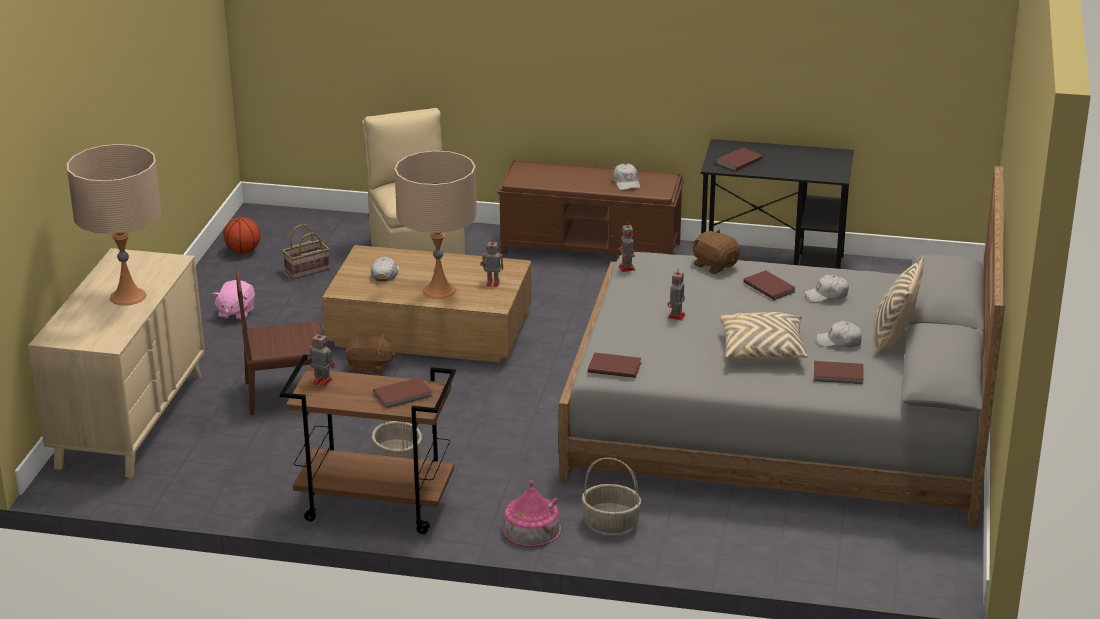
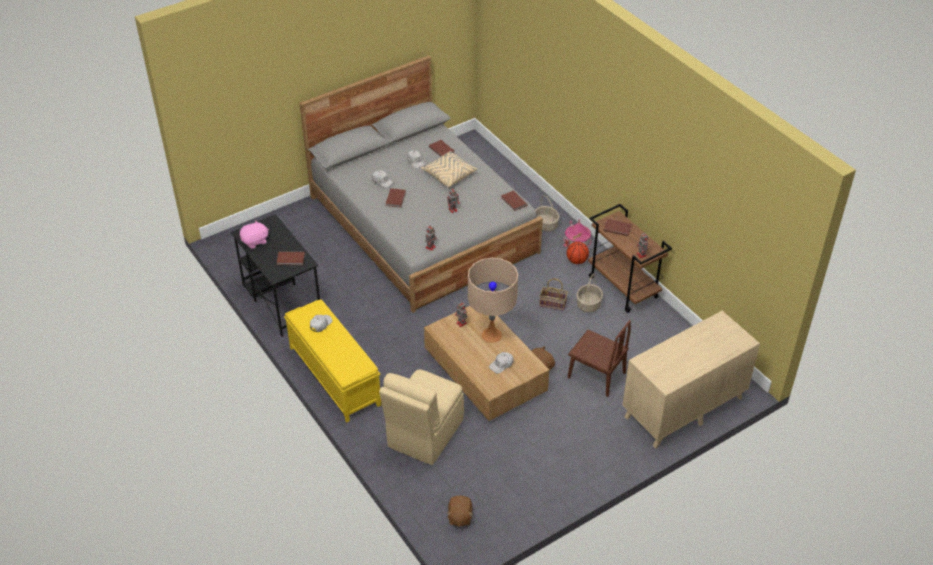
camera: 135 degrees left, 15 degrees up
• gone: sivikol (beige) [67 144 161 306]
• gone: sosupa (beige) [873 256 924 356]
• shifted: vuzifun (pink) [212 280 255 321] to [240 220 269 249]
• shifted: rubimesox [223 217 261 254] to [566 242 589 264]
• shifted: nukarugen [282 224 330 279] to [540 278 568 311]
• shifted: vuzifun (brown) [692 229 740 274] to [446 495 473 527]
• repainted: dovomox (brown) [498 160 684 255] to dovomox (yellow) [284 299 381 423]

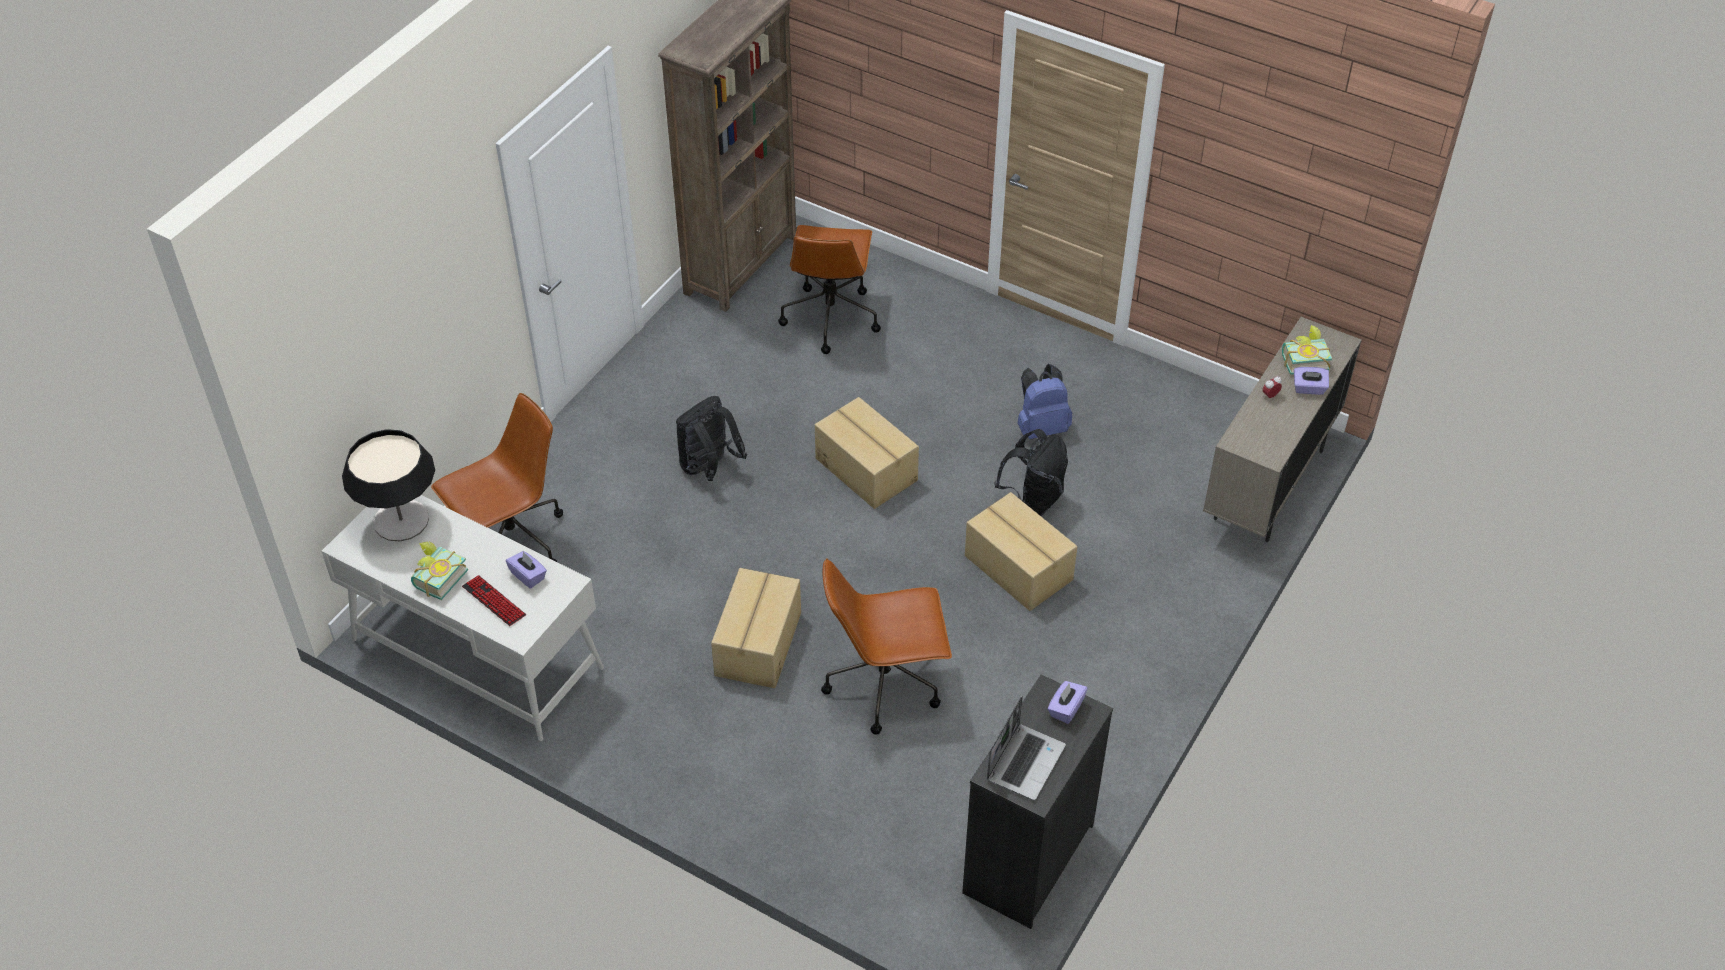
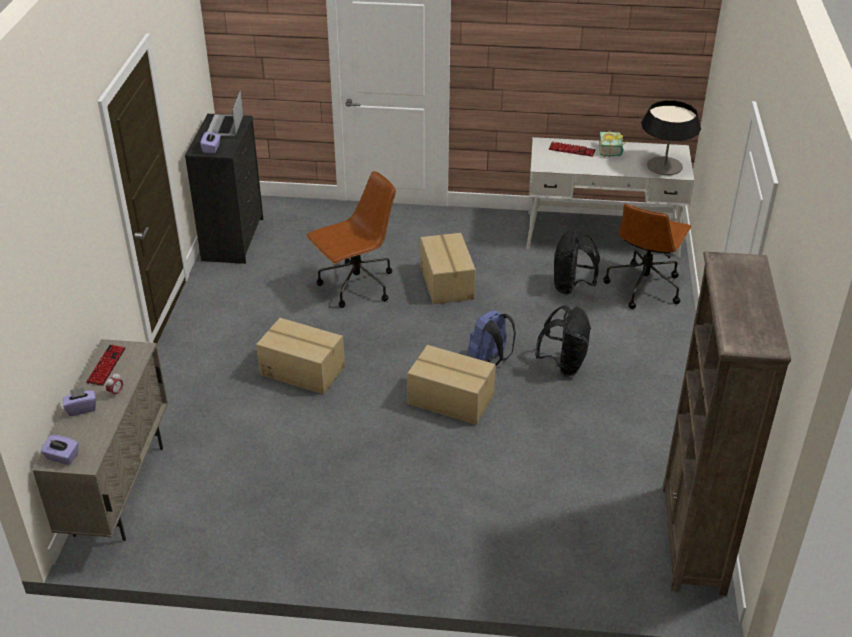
camera: 155 degrees right, 10 degrees down
• gone: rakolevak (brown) [778 225 881 354]
• gone: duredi [1282 325 1332 375]
• new: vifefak [86 345 126 386]
• shifted: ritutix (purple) [506 551 547 589] to [40 435 79 465]
• shifted: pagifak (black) [994 429 1068 516] to [554 230 600 295]
• shifted: pagifak (blue) [1018 364 1072 439] to [468 310 516 366]

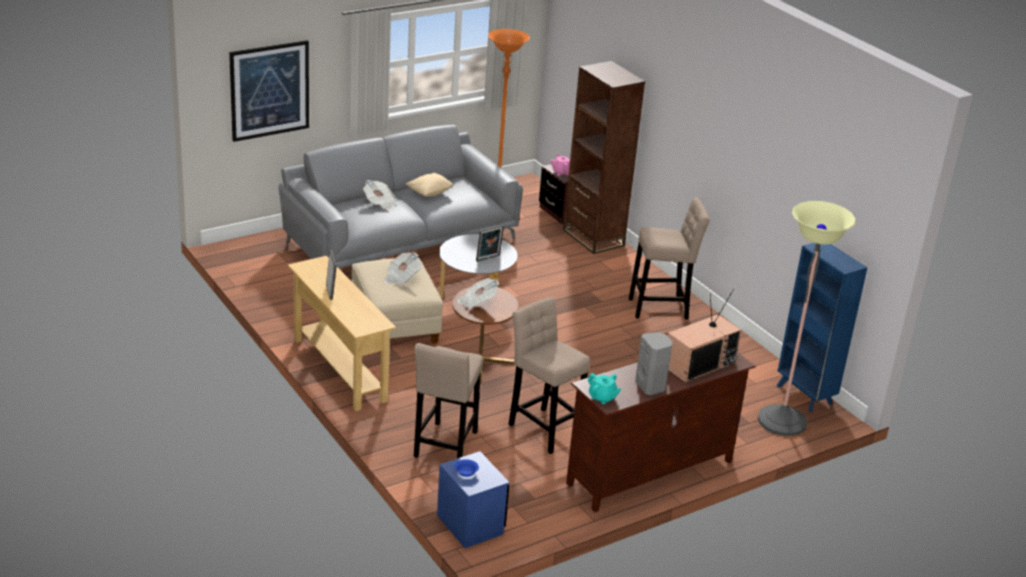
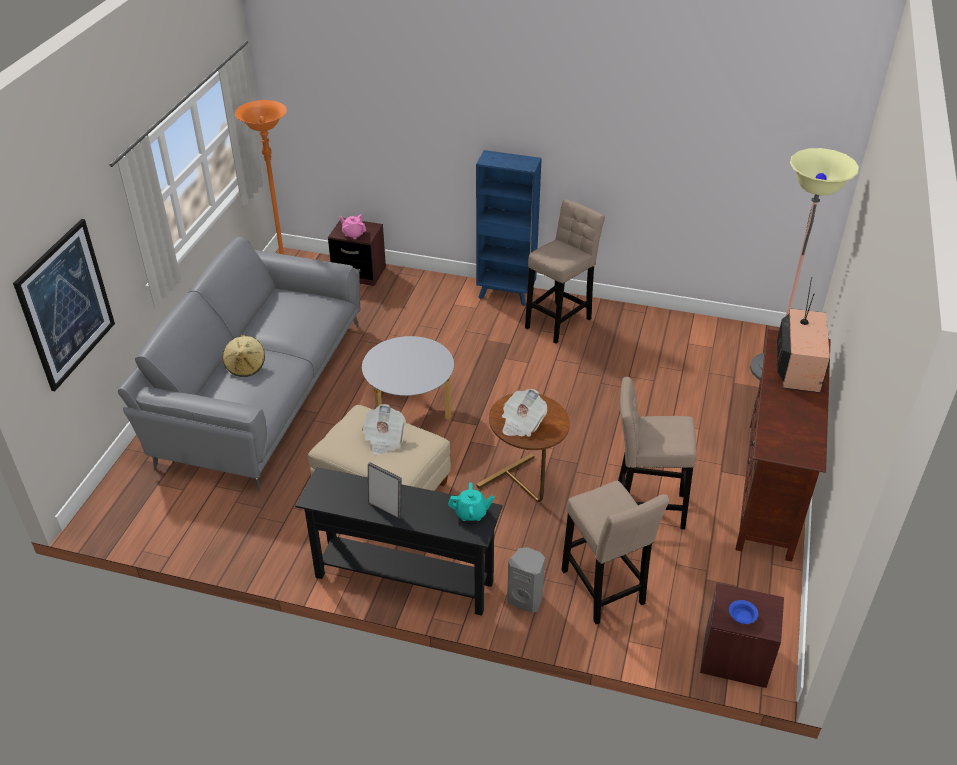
camera: 40 degrees left, 10 degrees up
• gone: sosupa (beige) [405 173 454 197]
• gone: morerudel [476 225 504 262]
• gone: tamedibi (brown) [563 61 645 254]
• shifted: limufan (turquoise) [587 373 622 404] to [448 483 494 521]
• shifted: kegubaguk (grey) [635 332 673 395] to [507 547 545 613]
• shifted: tamedibi (blue) [777 243 868 412] to [476 150 542 306]
• swapped: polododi [363 180 397 210] to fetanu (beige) [222 335 265 377]
• repainted: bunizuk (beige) [288 256 396 411] to bunizuk (black) [295 467 502 616]
• repainted: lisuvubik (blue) [437 451 510 548] to lisuvubik (brown) [700 583 784 688]

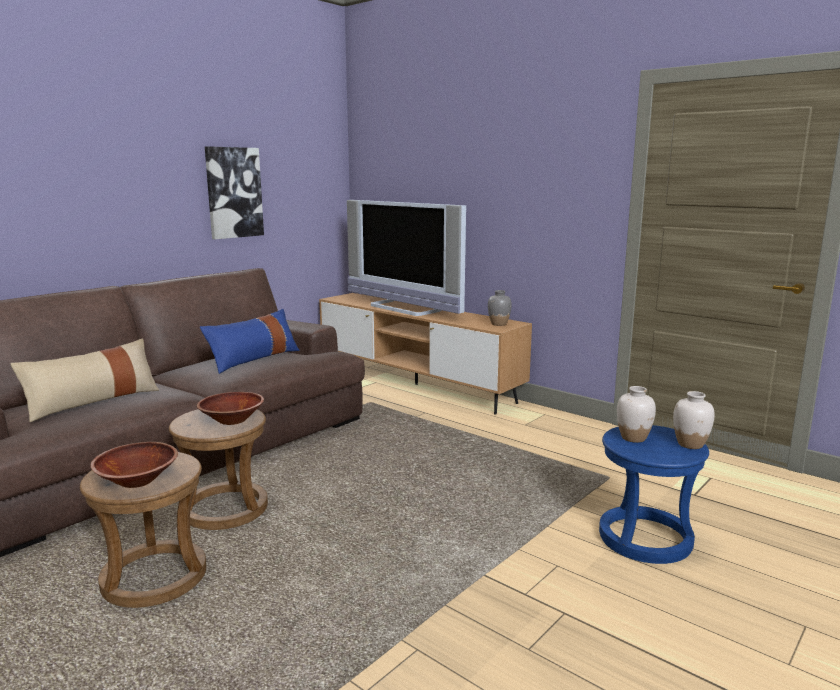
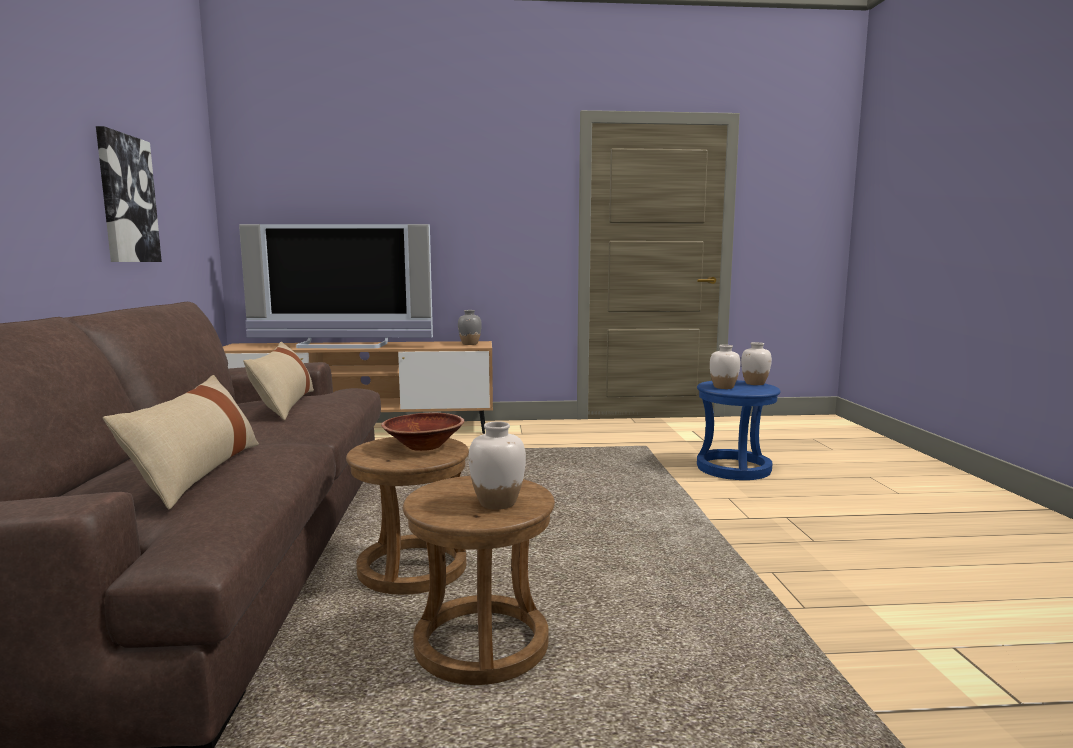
camera: 45 degrees left, 5 degrees down
• swapped: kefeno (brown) [90 442 178 488] to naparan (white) [469 421 526 510]
• repainted: sosupa (blue) [200 309 300 374] to sosupa (beige) [243 342 314 420]

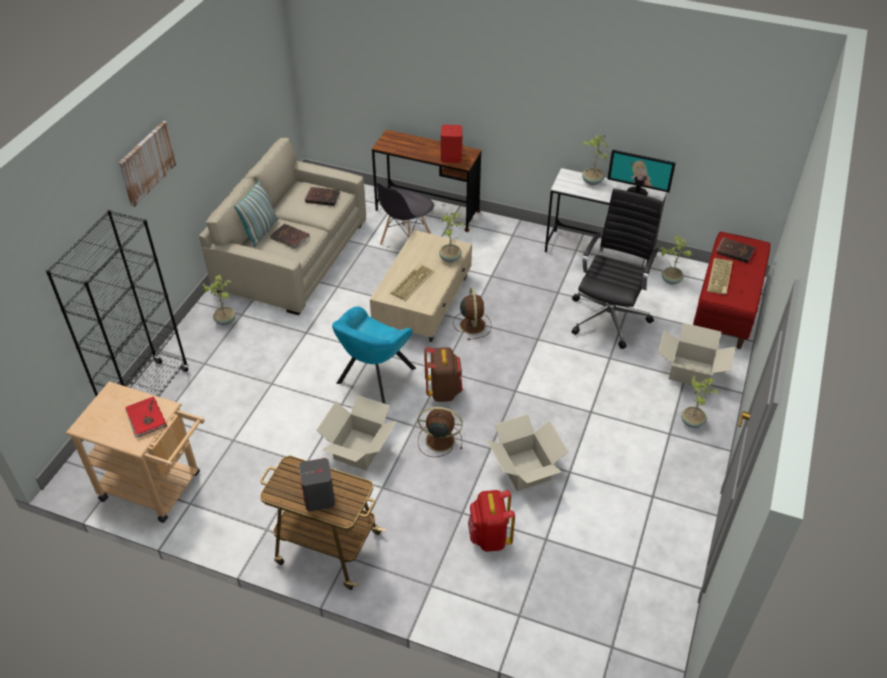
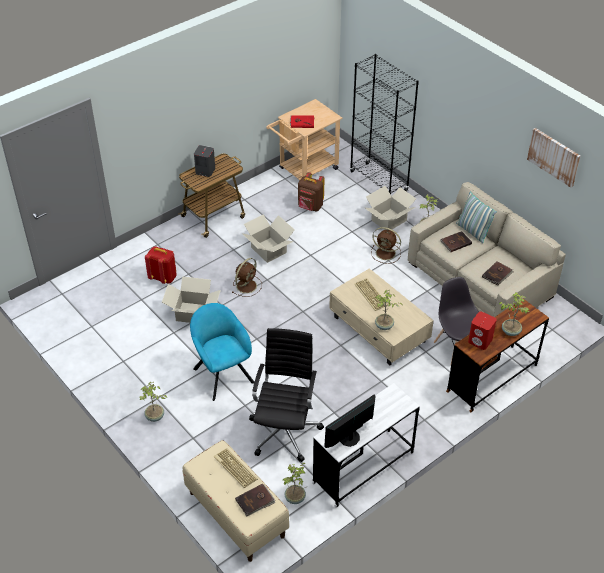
camera: 120 degrees right, 0 degrees up
• shifted: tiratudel [119 121 177 207] to [527 128 580 188]
• shifted: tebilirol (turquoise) [332 307 416 404] to [190 303 254 401]
• shifted: pagifak (brown) [424 347 463 402] to [298 172 325 211]
• shifted: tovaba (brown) [453 287 492 340] to [371 227 401 264]
• shifted: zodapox [582 134 608 185] to [499 292 529 336]
• shifted: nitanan [658 323 735 388] to [365 186 416 230]
• repainted: dovomox (red) [693 232 770 349] to dovomox (beige) [183 440 289 562]
• rotated: rakolevak (black) [572 189 663 349] = [249 328 324 462] 135 degrees counterclockwise

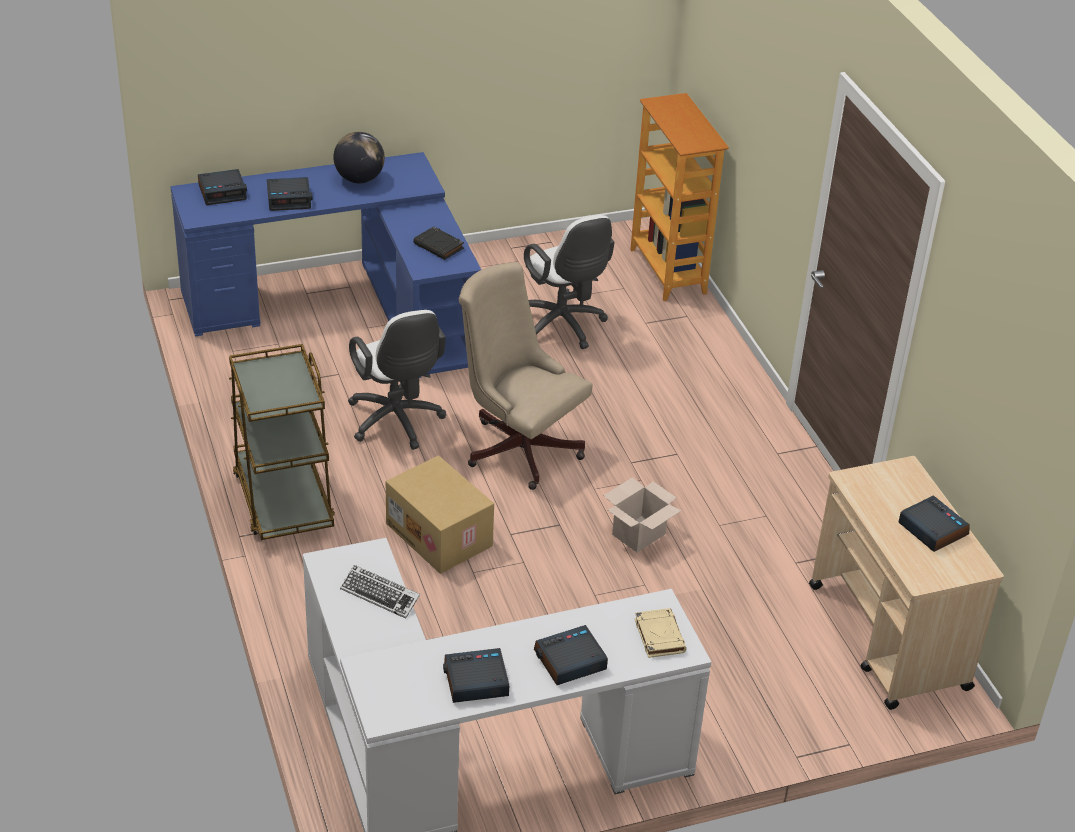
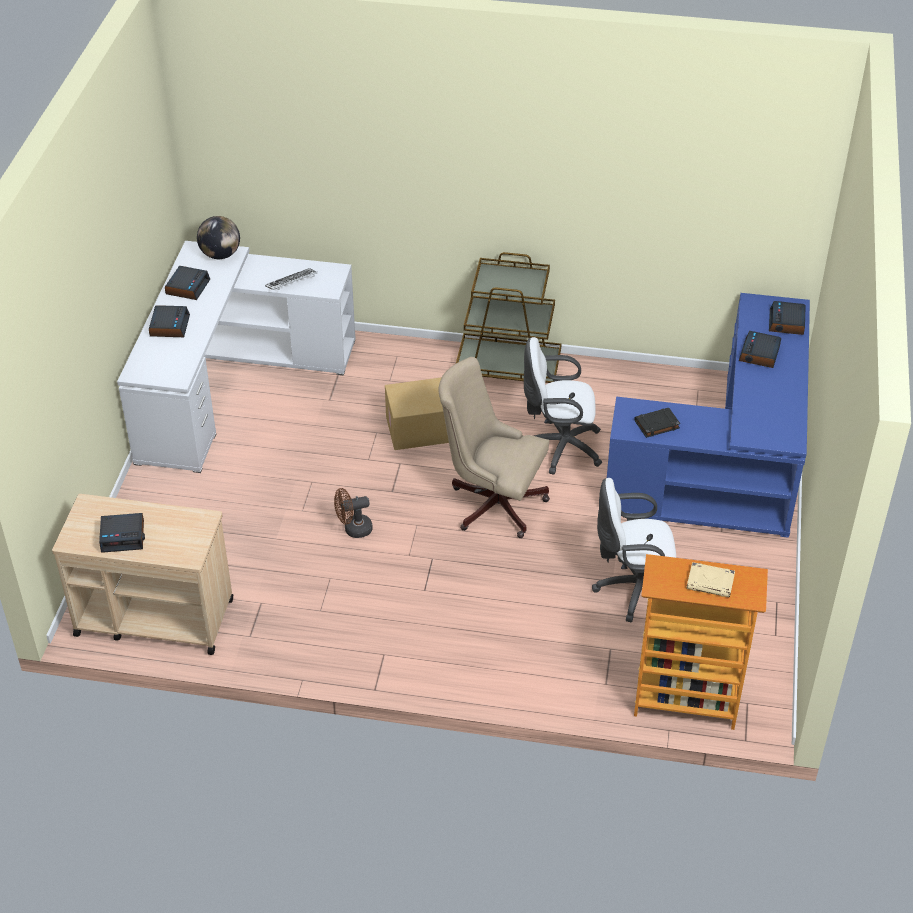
camera: 120 degrees right, 5 degrees up
• shifted: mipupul [333 132 385 183] to [197 216 240 259]
• shifted: duredi (beige) [635 608 687 658] to [686 562 735 598]
• swapped: nitanan [603 477 681 552] to tovaba (brown) [334 488 373 538]
• rotated: rakolevak (beige) [459 262 593 490] = [438 357 550 538] 135 degrees counterclockwise

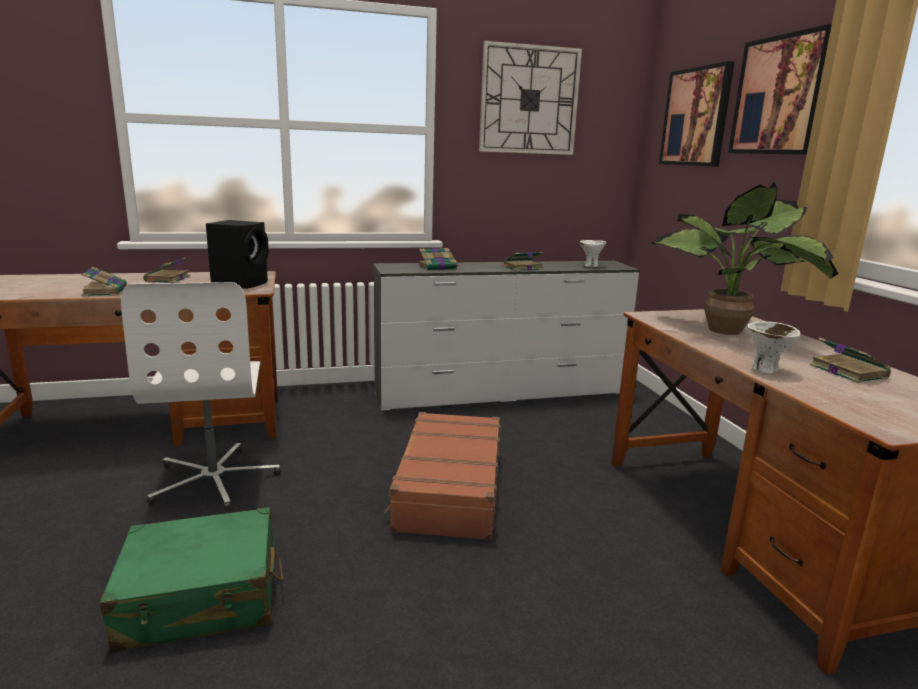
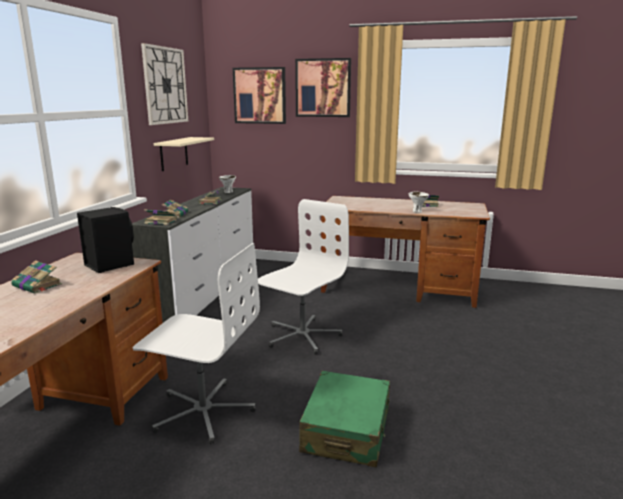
camera: 60 degrees left, 0 degrees up
• gone: zodapox [650 182 838 335]
• new: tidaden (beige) [154 137 214 171]
• shifted: duredi [81 267 127 296] to [144 209 177 225]
• swapped: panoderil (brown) [384 412 501 540] to rakolevak (white) [258 199 349 354]

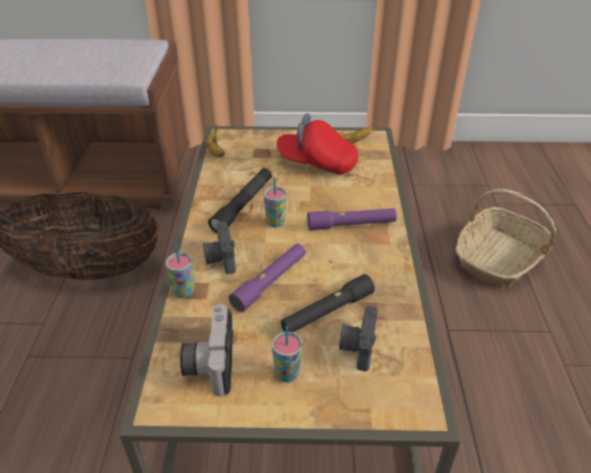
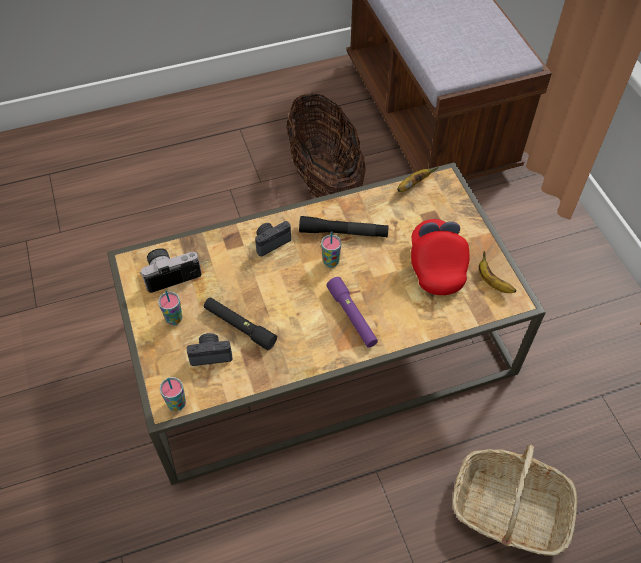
camera: 70 degrees right, 15 degrees up
• gone: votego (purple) [229 244 306 312]
• shifted: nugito [165 244 195 298] to [160 377 186 411]

